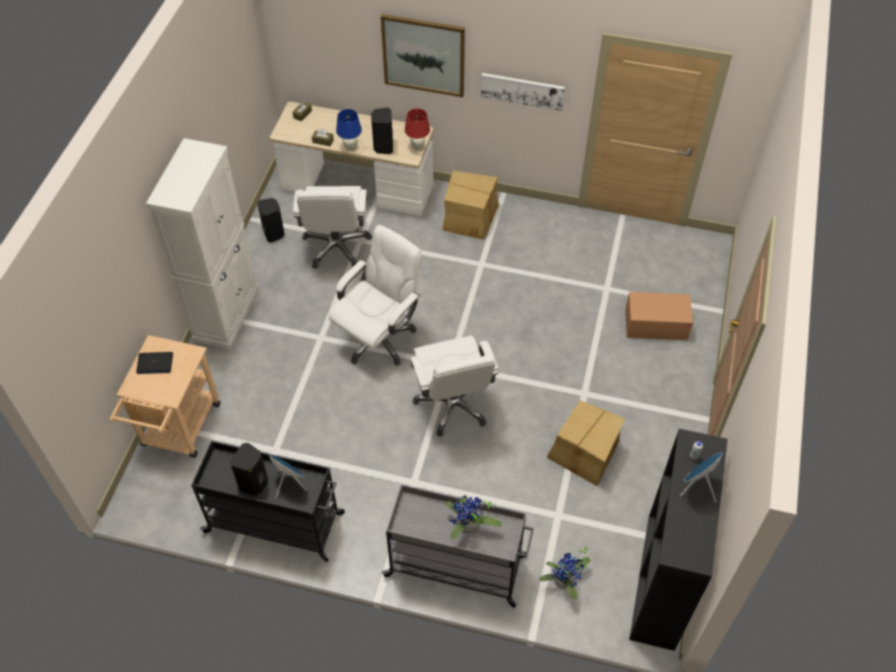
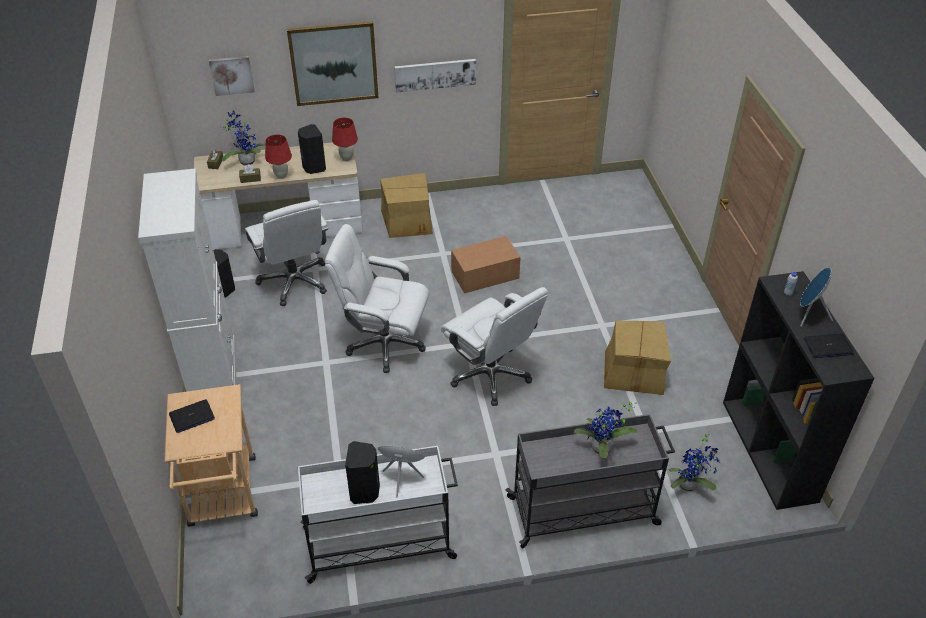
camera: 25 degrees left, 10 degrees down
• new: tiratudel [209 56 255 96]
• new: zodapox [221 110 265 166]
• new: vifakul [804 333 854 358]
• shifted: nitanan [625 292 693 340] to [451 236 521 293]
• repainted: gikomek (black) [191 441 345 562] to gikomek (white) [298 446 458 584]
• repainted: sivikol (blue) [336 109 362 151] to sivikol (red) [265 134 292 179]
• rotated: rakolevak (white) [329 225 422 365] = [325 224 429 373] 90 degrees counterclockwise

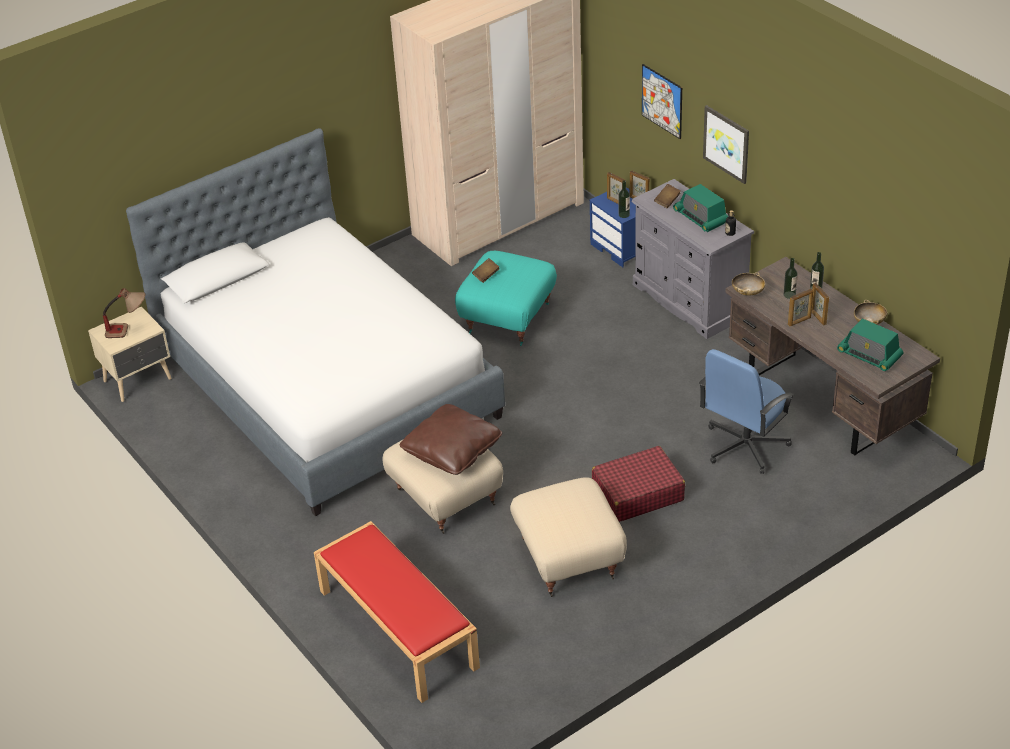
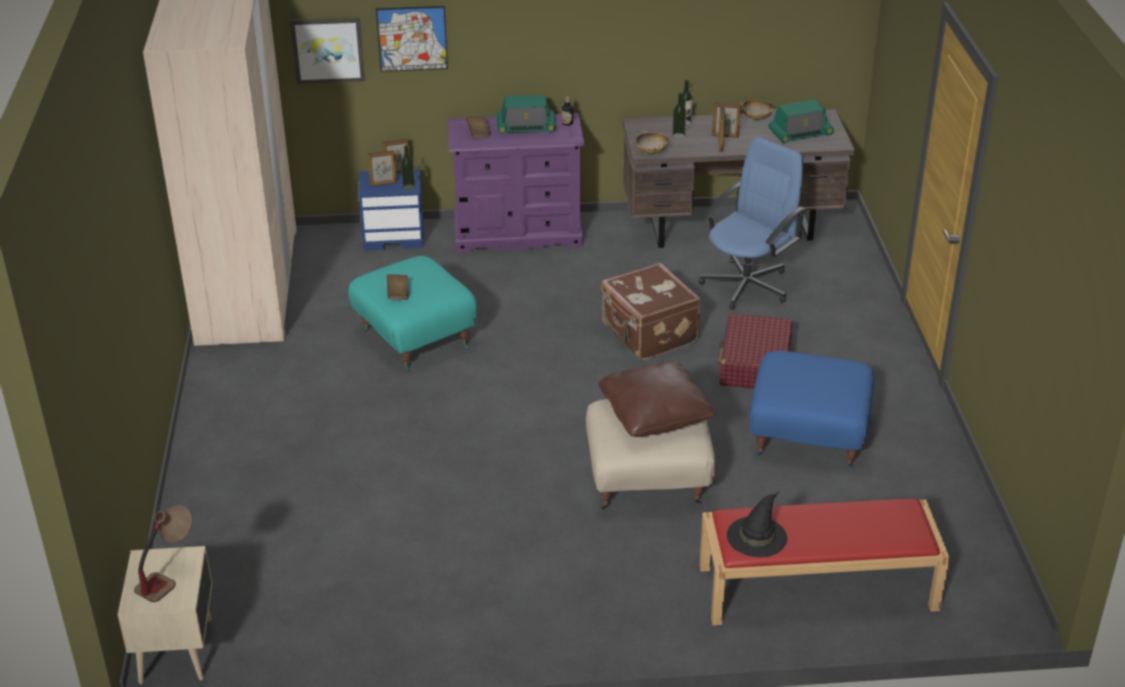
camera: 60 degrees left, 5 degrees down
• gone: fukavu [126 128 505 516]
• new: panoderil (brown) [601 263 701 360]
• new: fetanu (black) [727 491 787 557]
• shifted: tiratudel [703 105 749 184] to [290 17 365 84]
• repainted: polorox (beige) [510 477 627 597] to polorox (blue) [750 351 874 469]
• repainted: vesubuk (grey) [631 179 754 339] to vesubuk (purple) [448 113 584 253]
• rotated: rakolevak (blue) [699 349 795 474] = [699 137 806 310] 120 degrees counterclockwise

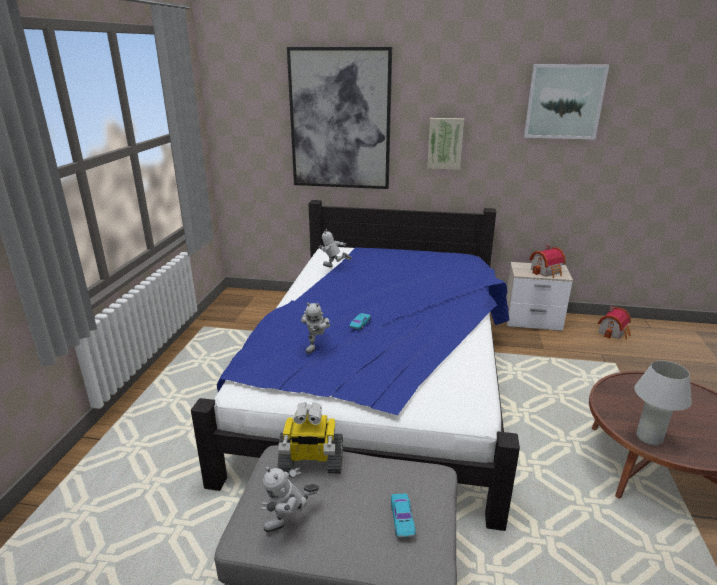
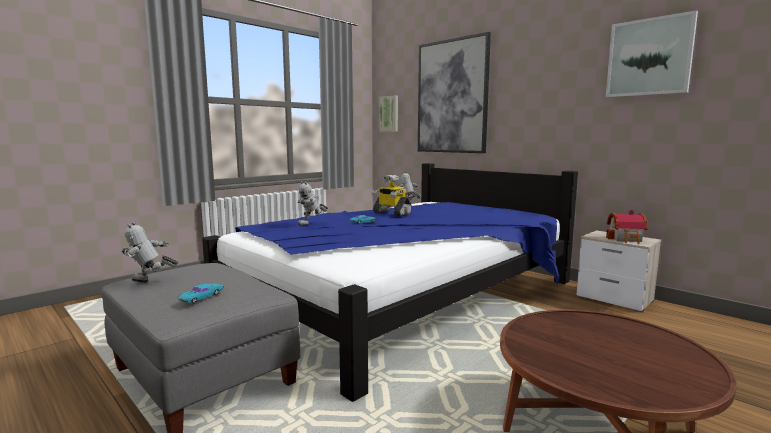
camera: 35 degrees right, 15 degrees down
• gone: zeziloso [598 306 631 340]
• gone: sivikol (white) [634 360 692 446]
• shifted: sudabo [278 402 343 473] to [372 175 412 216]
• shifted: tiratudel [427 118 464 170] to [379 95 398 132]

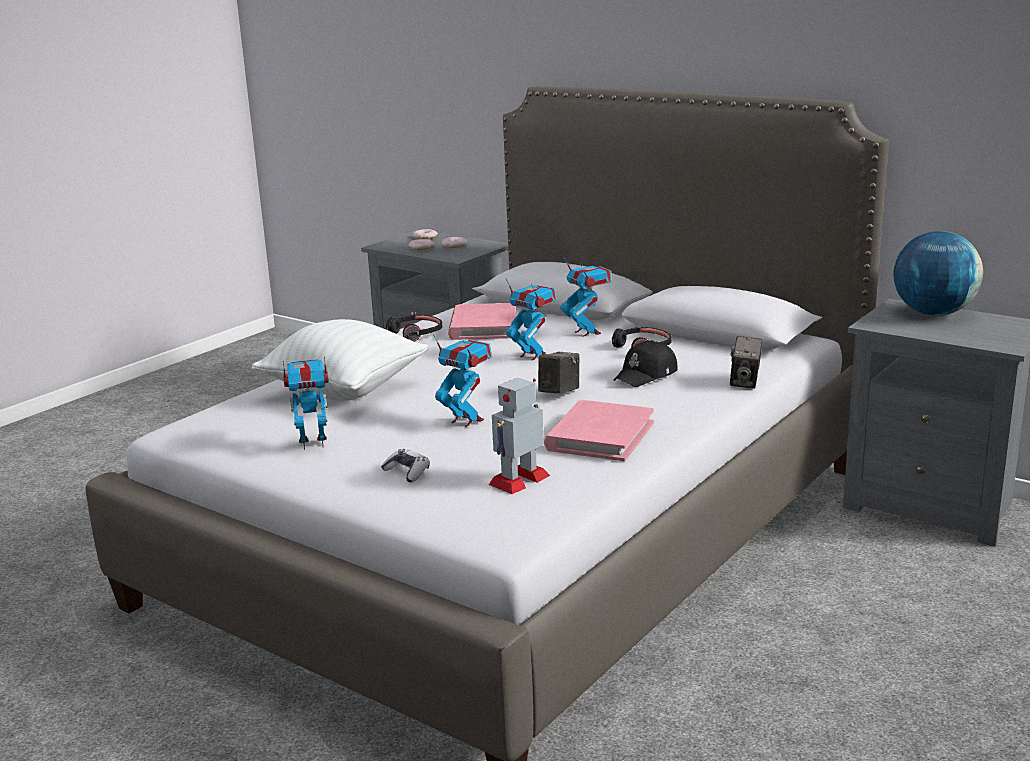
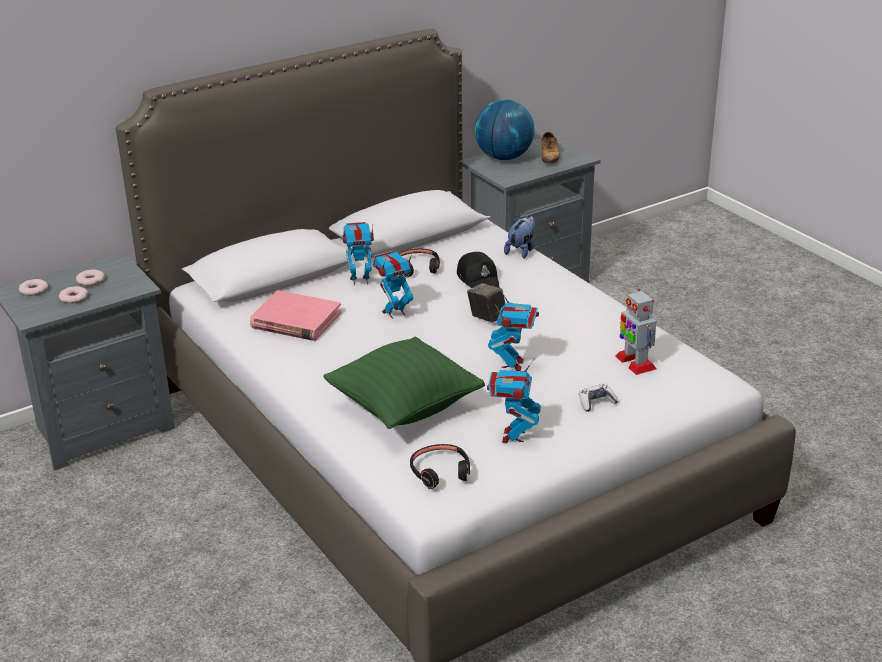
camera: 70 degrees left, 10 degrees up
• gone: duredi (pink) [544 400 654 461]
• new: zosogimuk [542 132 560 164]
• shifted: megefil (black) [386 315 442 342] to [410 444 470 489]
• swapped: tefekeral [730 336 762 389] to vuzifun [504 215 535 259]
• repainted: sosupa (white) [251 319 428 401] to sosupa (green) [323 337 485 429]
• rotated: sudabo [433 334 492 427] = [488 289 539 371] 135 degrees clockwise

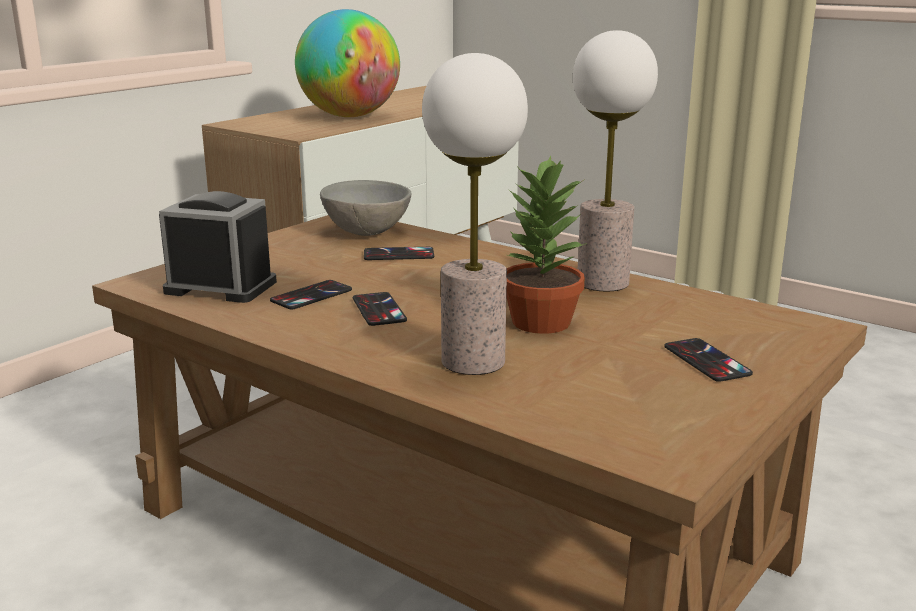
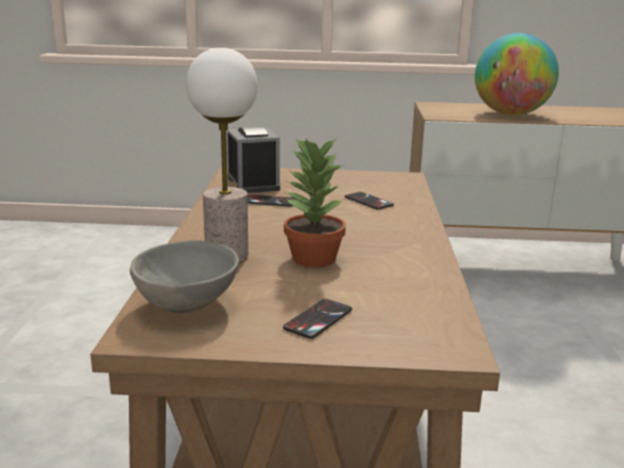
camera: 55 degrees right, 0 degrees up
• gone: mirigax [353 292 407 326]
• gone: sivikol [573 30 658 291]
• shifted: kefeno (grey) [320 180 411 236] to [130 240 239 313]

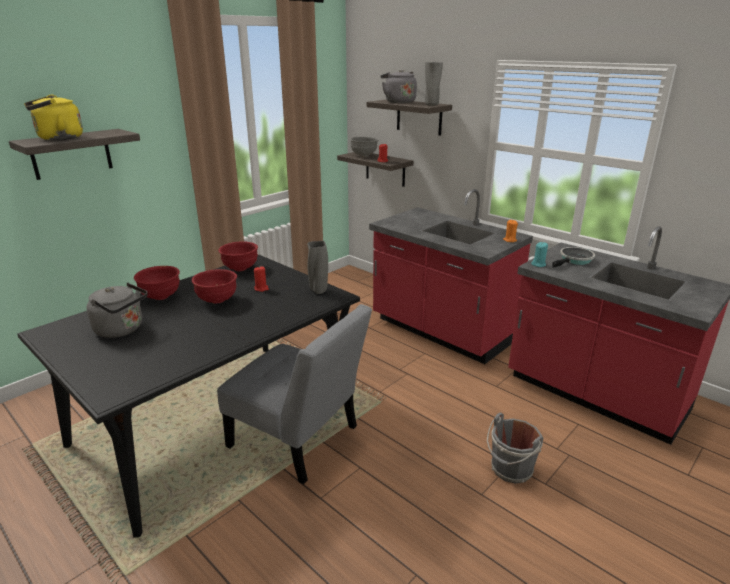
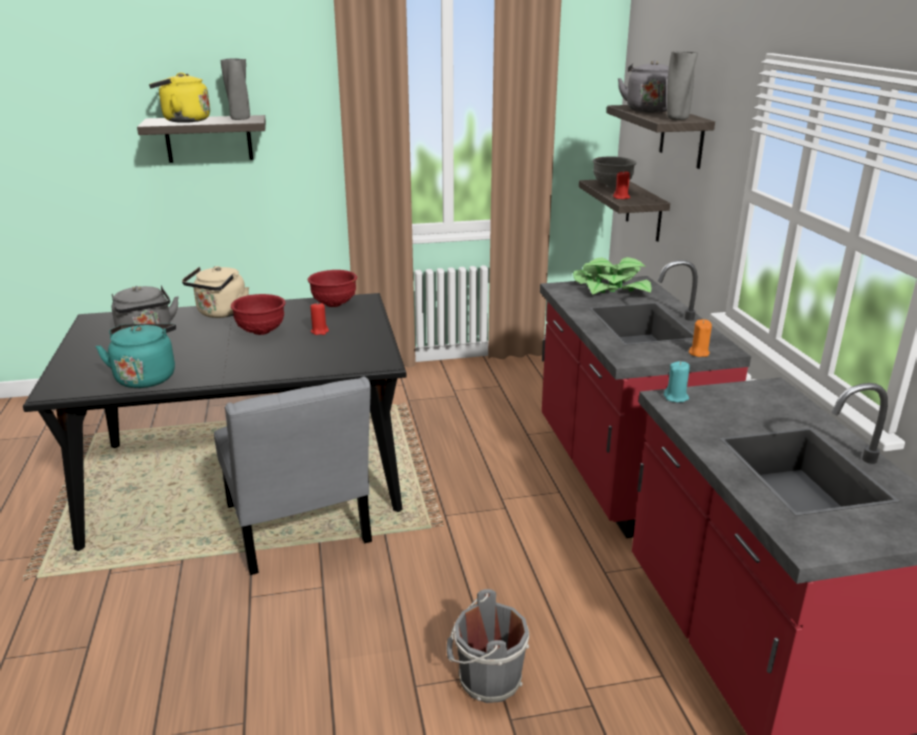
camera: 35 degrees right, 0 degrees up
• gone: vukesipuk [552 247 595 268]
• new: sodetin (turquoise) [96 324 176 388]
• new: zodapox [573 257 652 295]
• shifted: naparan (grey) [307 241 328 294] to [221 58 250 120]
• swapped: kefeno (red) [134 266 180 300] to sodetin (beige) [182 266 249 318]

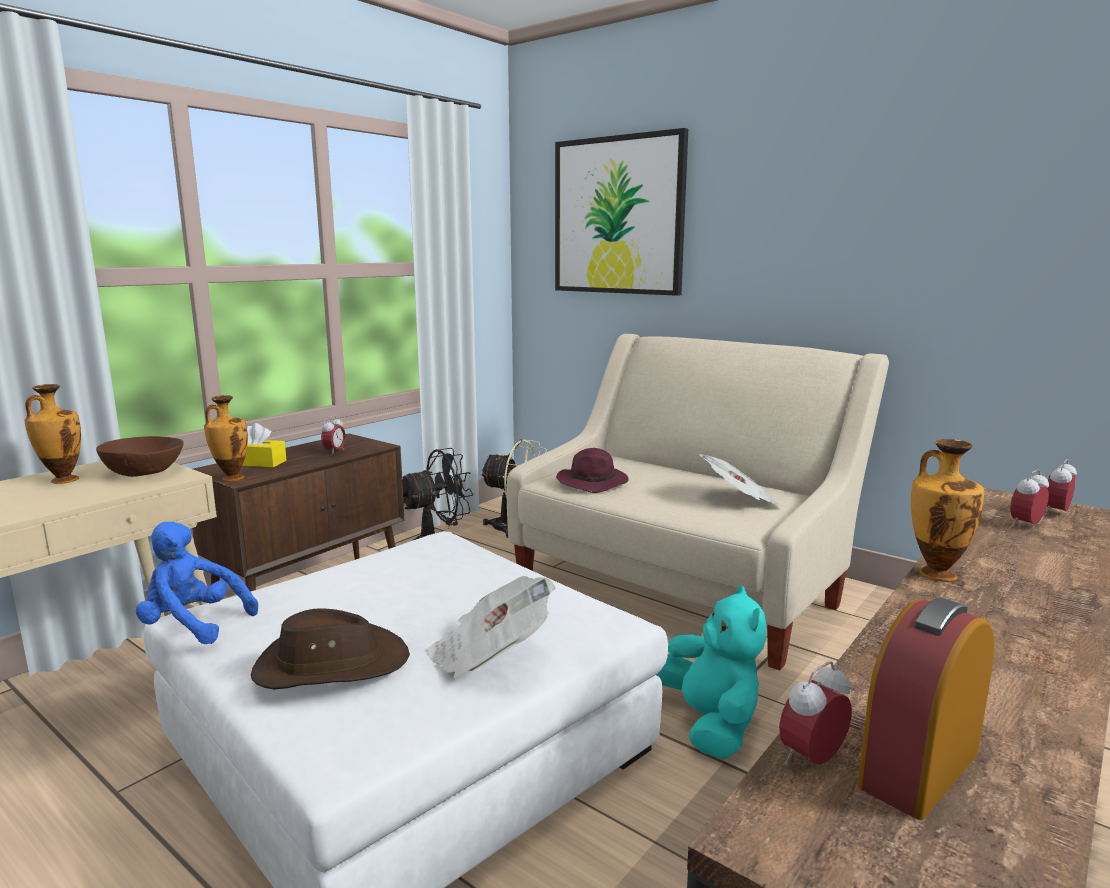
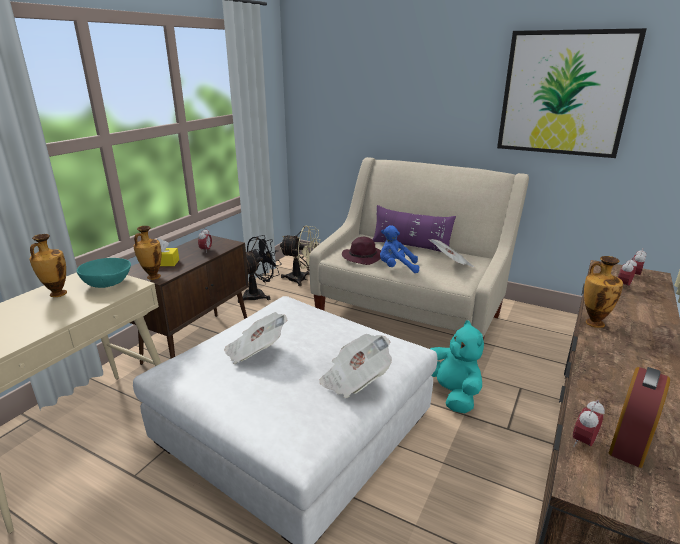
camera: 10 degrees left, 10 degrees up
• gone: fetanu (brown) [251 608 410 690]
• new: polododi [224 312 287 364]
• new: sosupa (purple) [372 205 456 252]
• shifted: vuzifun (blue) [136 522 258 644] to [380 225 419 273]
• shifted: tiratudel [555 128 688 296] to [497 28 647 158]
• repainted: kefeno (brown) [96 436 184 477] to kefeno (turquoise) [77 258 131 288]

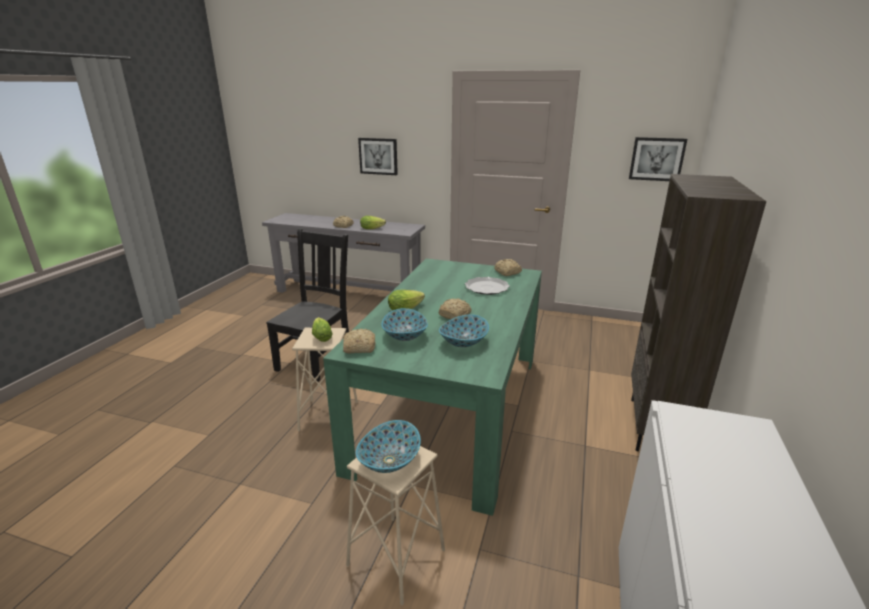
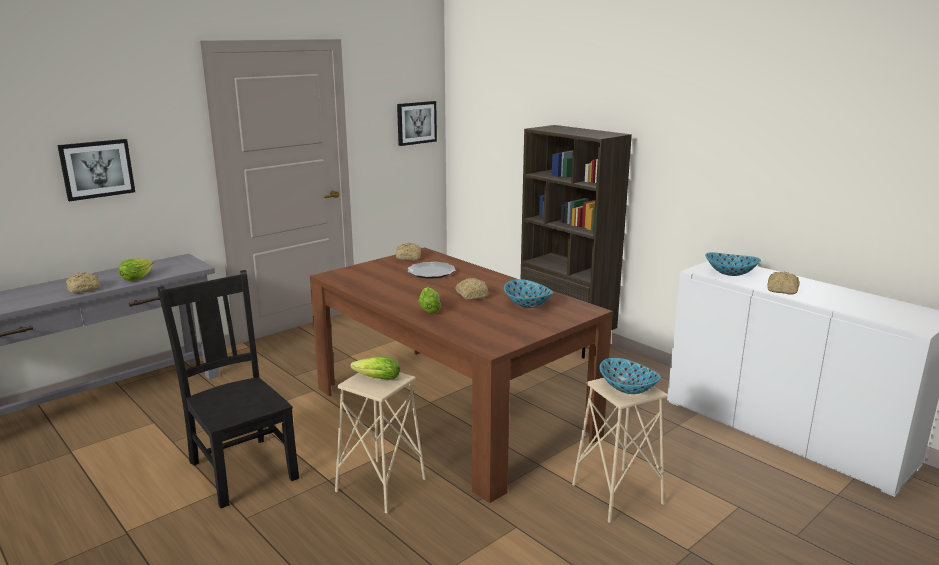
camera: 60 degrees left, 5 degrees down
• shifted: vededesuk [343 329 375 353] to [767 272 800 295]
• shifted: kefeno [382 308 428 341] to [705 252 761 276]
• repainted: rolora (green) [323 259 542 516] to rolora (brown) [310 247 613 503]

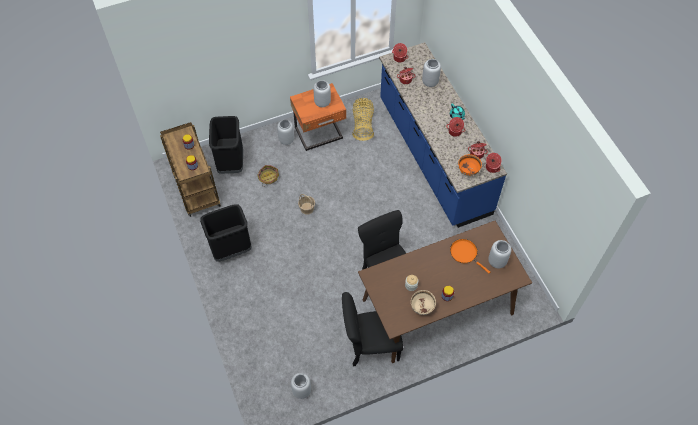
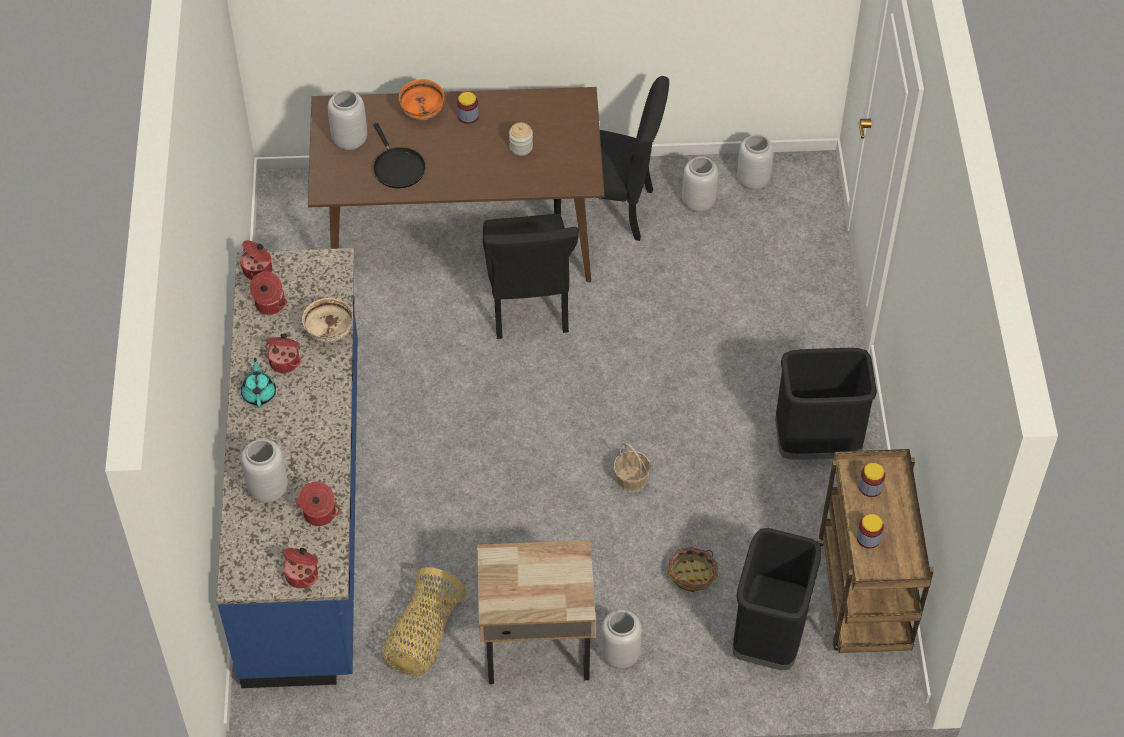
camera: 160 degrees left, 5 degrees down
• shifted: naparan (grey) [314 80 331 107] to [682 157 718 212]
• shifted: kefeno (beige) [411 290 436 315] to [302 298 353 343]
• shifted: kefeno (orange) [458 154 482 176] to [399 79 444 120]
• repainted: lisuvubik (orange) [290 83 346 151] to lisuvubik (beige) [477 540 595 684]
• repainted: vukesipuk (orange) [450 239 490 274] to vukesipuk (black) [373 123 426 188]

